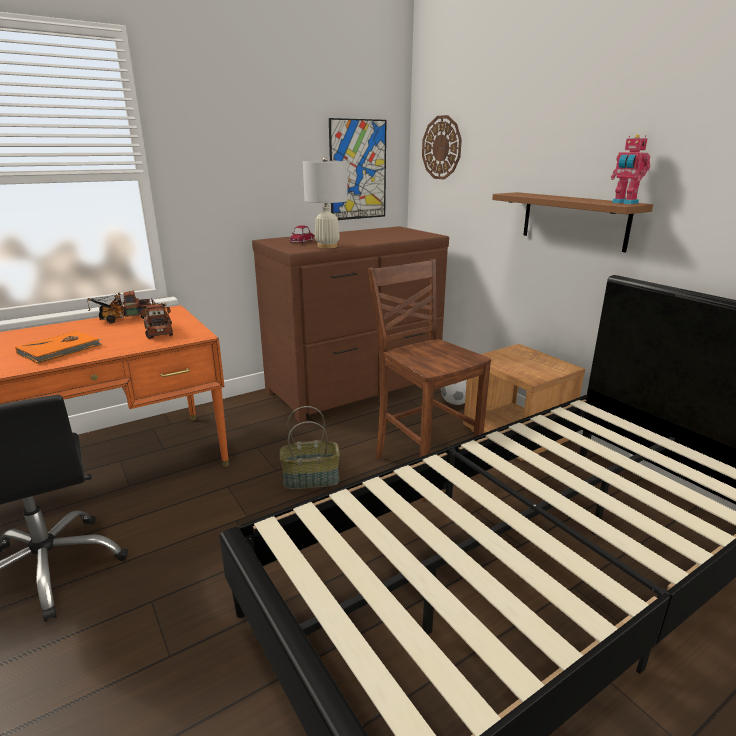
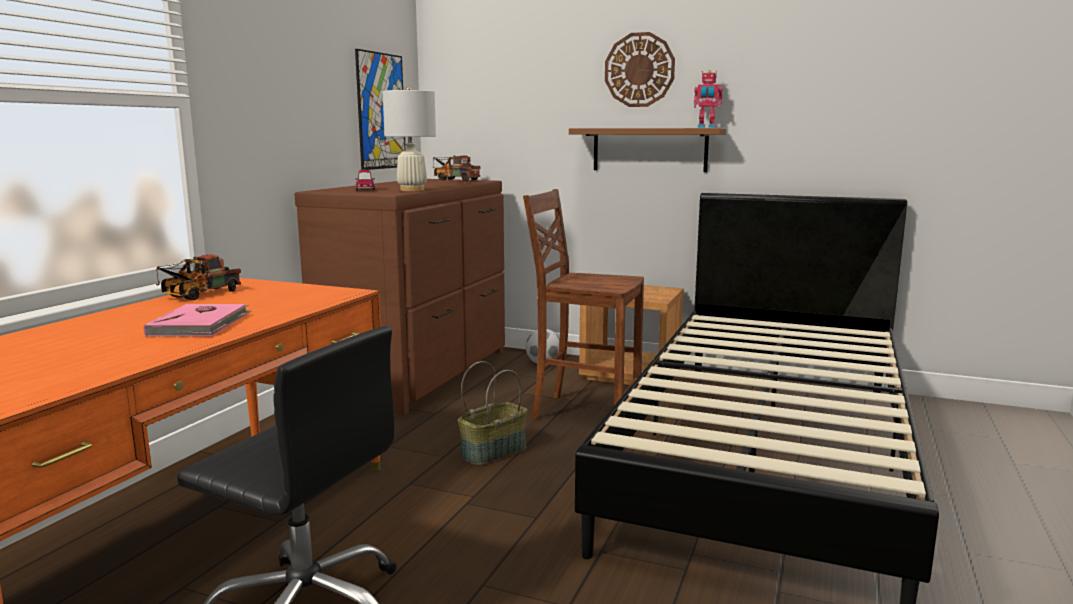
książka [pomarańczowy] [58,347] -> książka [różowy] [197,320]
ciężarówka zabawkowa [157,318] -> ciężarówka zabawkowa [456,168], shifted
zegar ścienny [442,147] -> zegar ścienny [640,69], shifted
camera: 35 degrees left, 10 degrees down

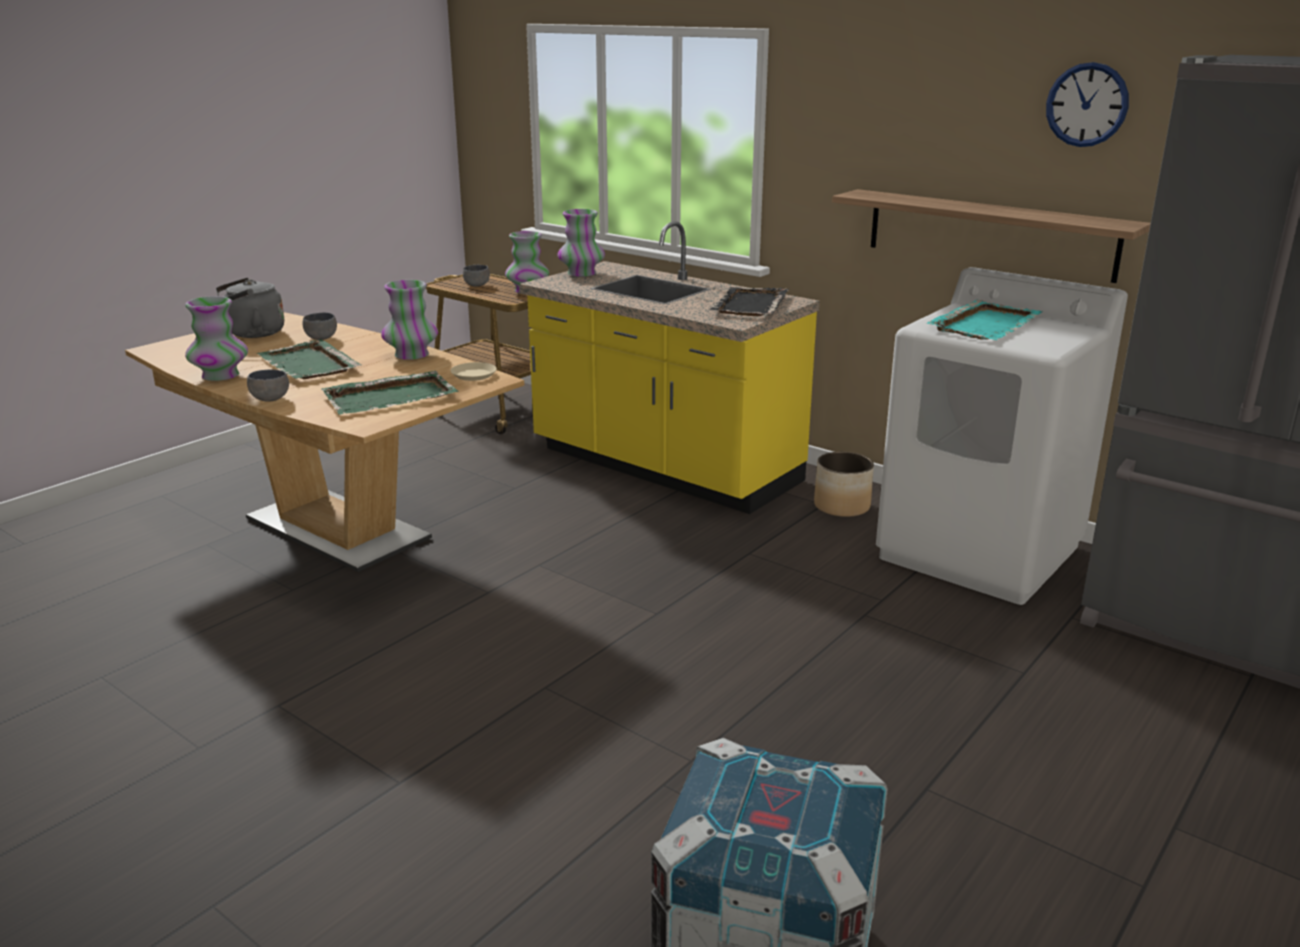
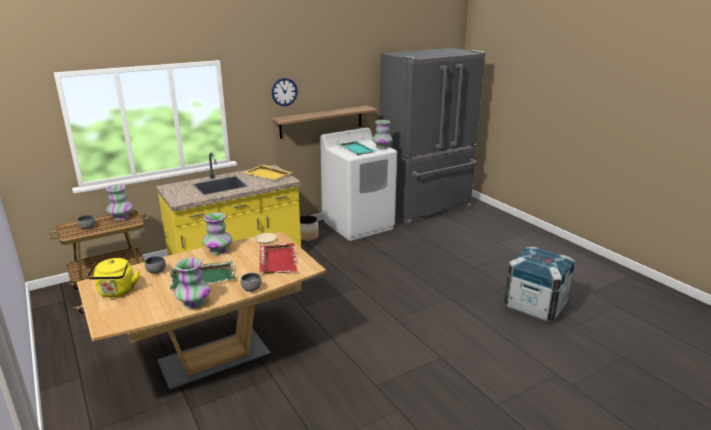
czajnik [szary] [250,308] -> czajnik [żółty] [113,278]
taca [zielony] [390,393] -> taca [czerwony] [278,258]
wazon [581,243] -> wazon [382,134], shifted
taca [czarny] [749,301] -> taca [żółty] [268,172]
zegar ścienny [1087,104] -> zegar ścienny [285,92], shifted
camera: 70 degrees left, 0 degrees up

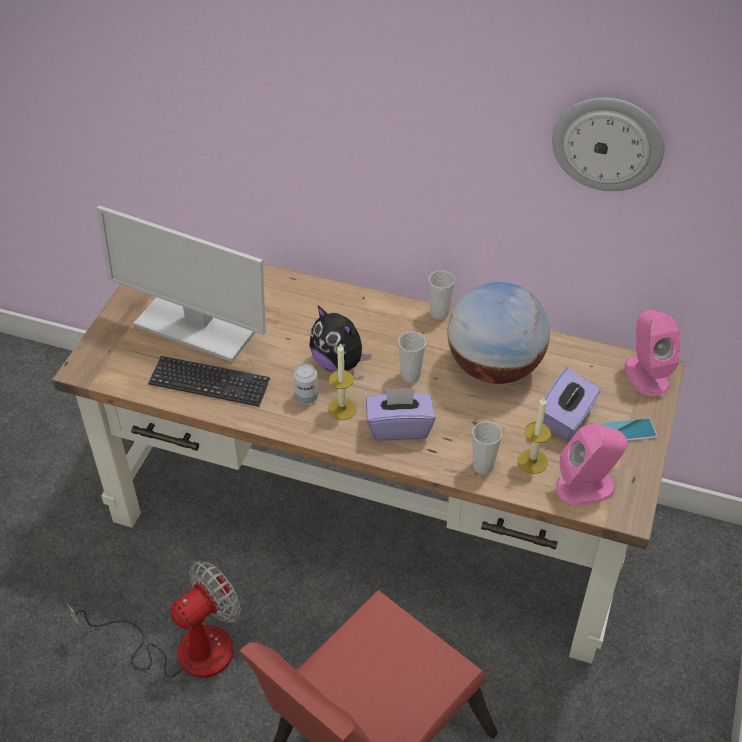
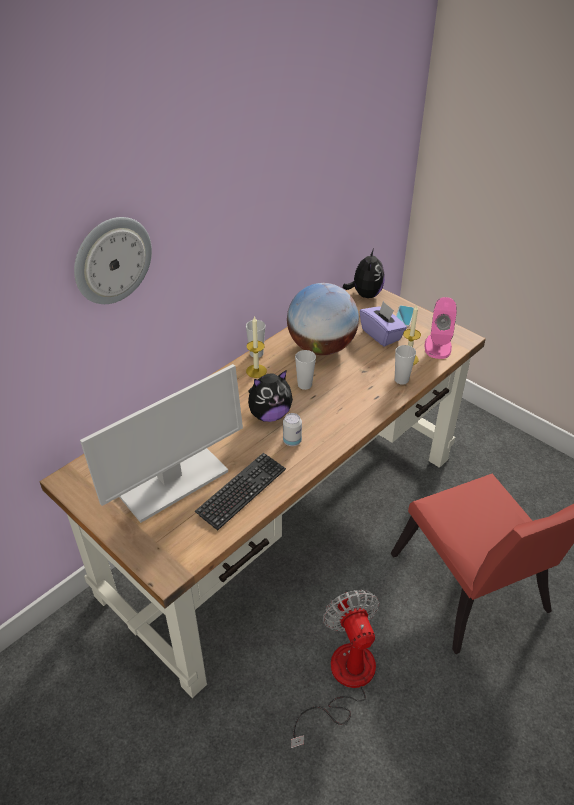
świeca [342,381] -> świeca [256,347], shifted
pudełko chusteczek [fioletowy] [400,414] -> none
zegar ścienny [608,144] -> zegar ścienny [113,260], shifted
głośnik [różowy] [652,353] -> pluszak [364,273]
camera: 65 degrees left, 5 degrees down

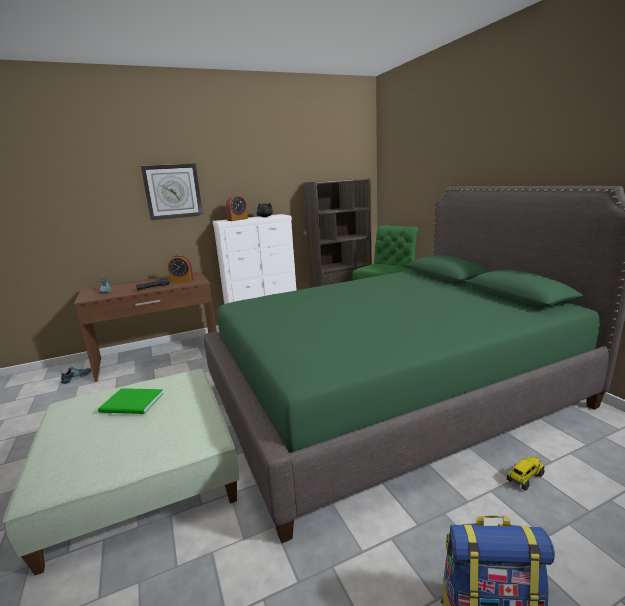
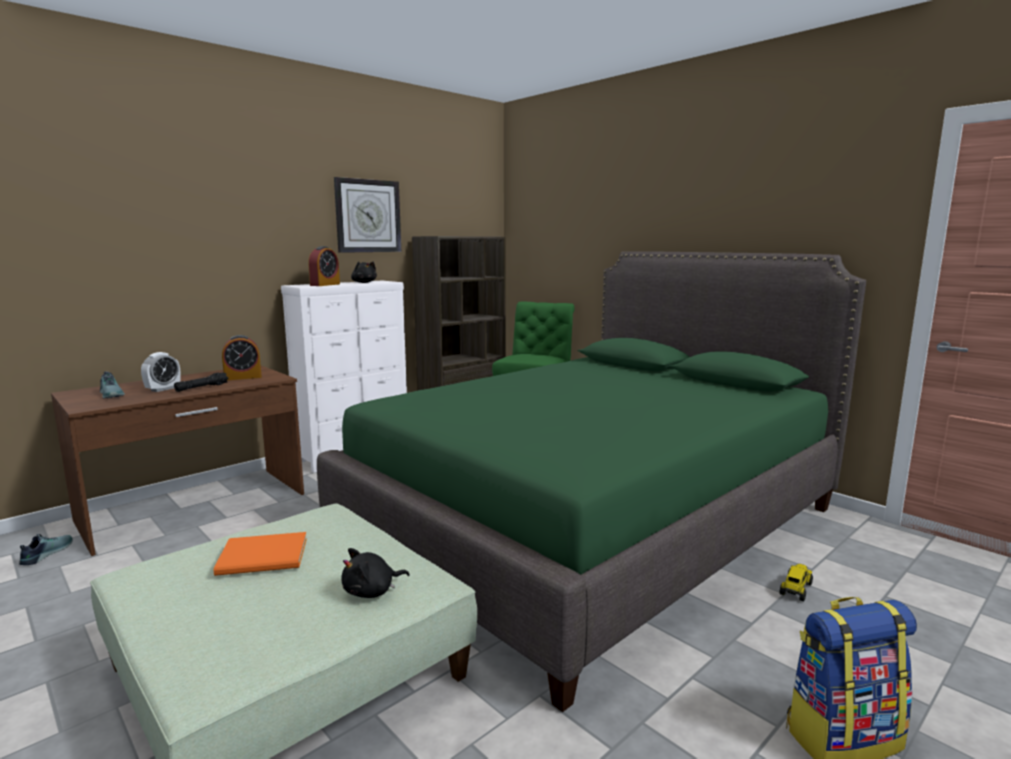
książka [zielony] [131,401] -> książka [pomarańczowy] [260,554]
zegar ścienny [172,192] -> zegar ścienny [367,215], shifted
none -> budzik [161,372]
none -> pluszak [czarny] [375,573]
camera: 20 degrees left, 5 degrees down

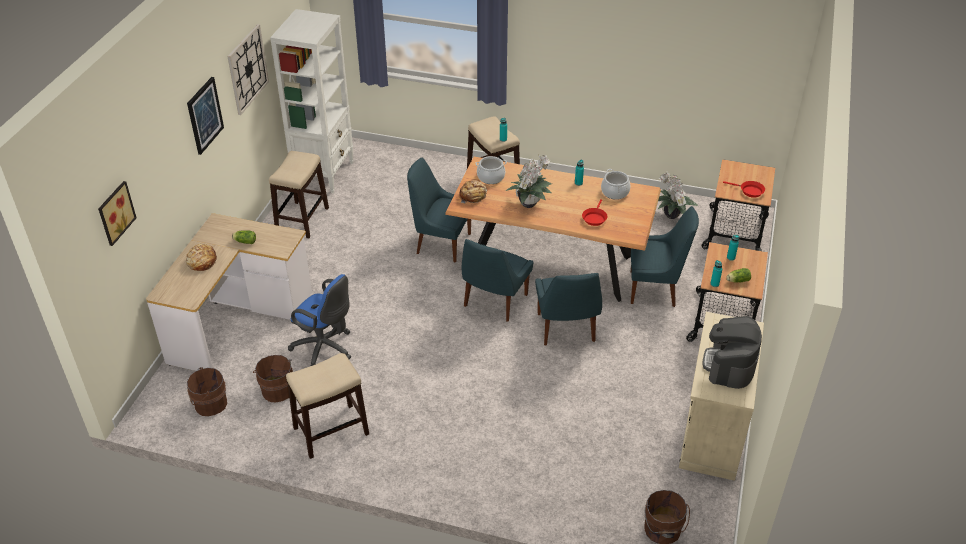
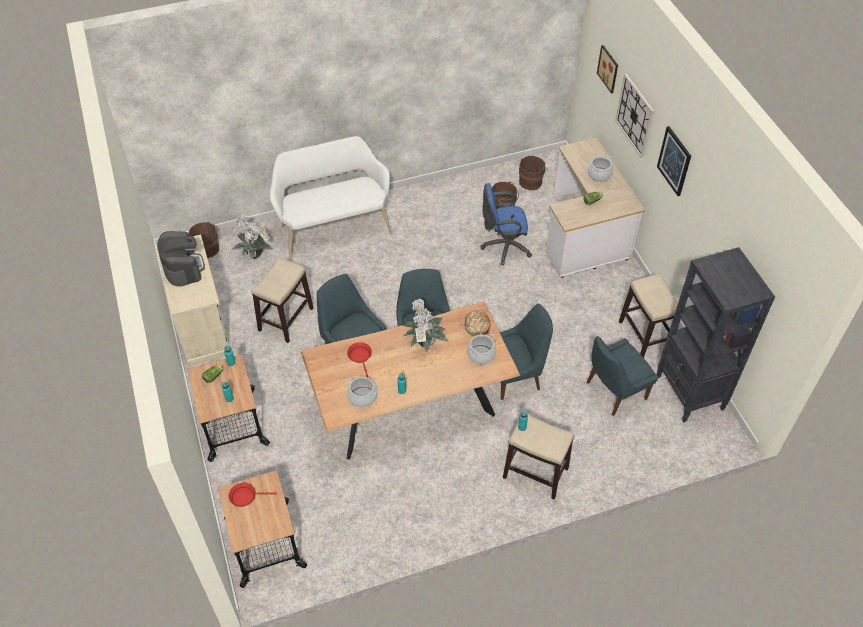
chleb [201,257] -> garnek [600,168]
zegar ścienny [248,69] -> zegar ścienny [634,116], shifted
regał [biały] [312,101] -> regał [czarny] [716,335]
stołek [327,406] -> stołek [282,300], shifted
krzesło [niebieski] [665,256] -> krzesło [niebieski] [622,376], shifted
roślina doniczkowa [678,195] -> roślina doniczkowa [252,237], shifted
none -> ławka [biały] [331,198]
camera: 145 degrees right, 10 degrees up

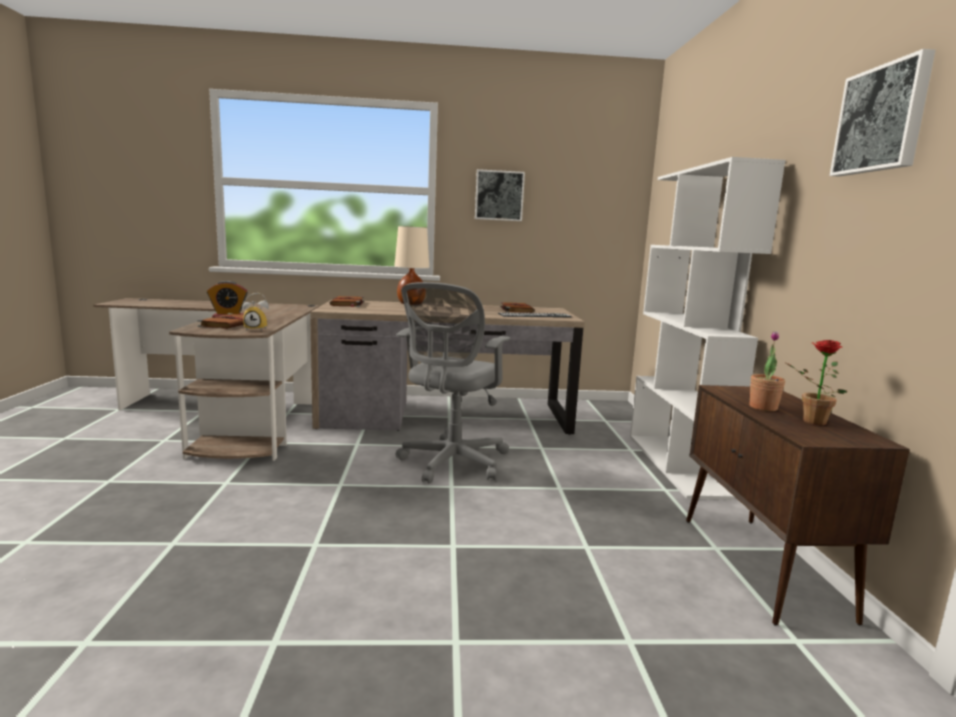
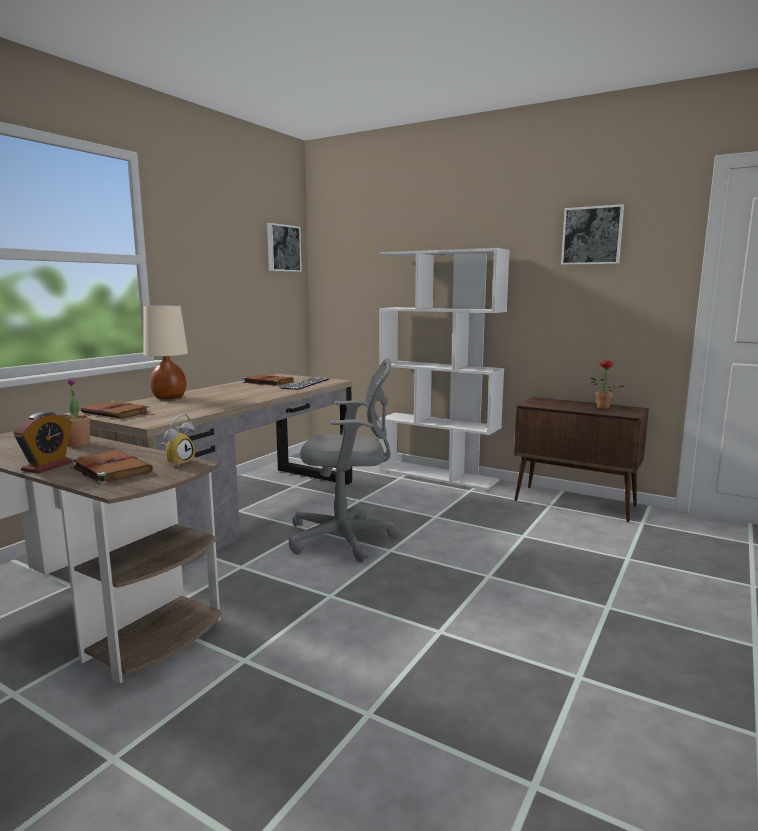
krzesło biurowe [szary] [452,383] -> krzesło biurowe [szary] [344,460], 60 degrees counterclockwise
obraz [500,195] -> obraz [284,247], shifted
roślina doniczkowa [767,371] -> roślina doniczkowa [78,412], shifted
camera: 55 degrees left, 0 degrees up

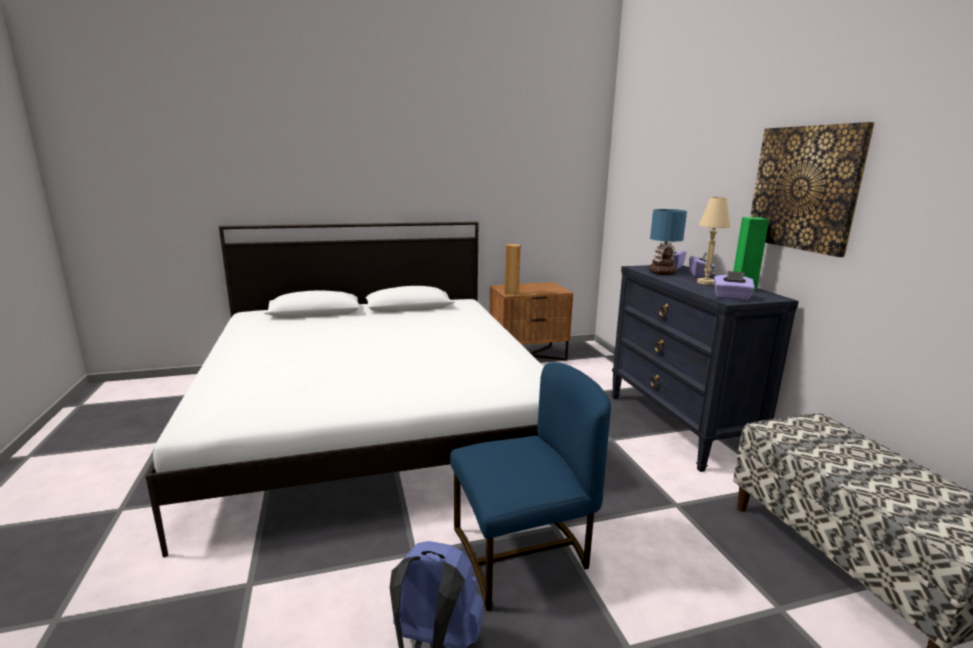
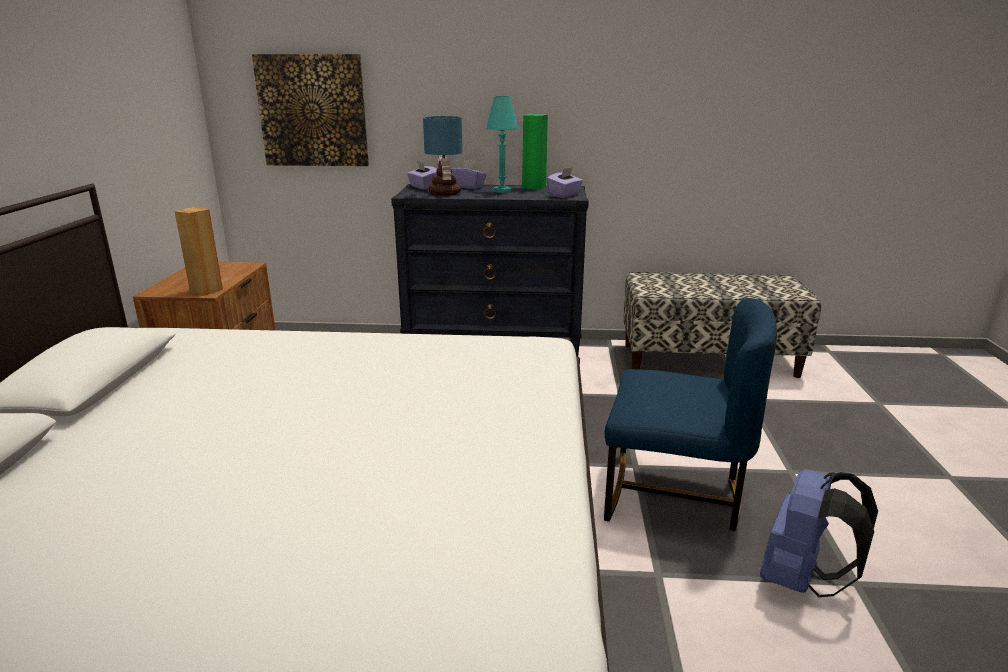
krzesło [niebieski] [530,486] -> krzesło [niebieski] [690,414], 105 degrees clockwise
lampa stołowa [beżowy] [714,241] -> lampa stołowa [turkusowy] [502,144]
obraz [812,189] -> obraz [310,110], shifted
camera: 70 degrees left, 5 degrees up

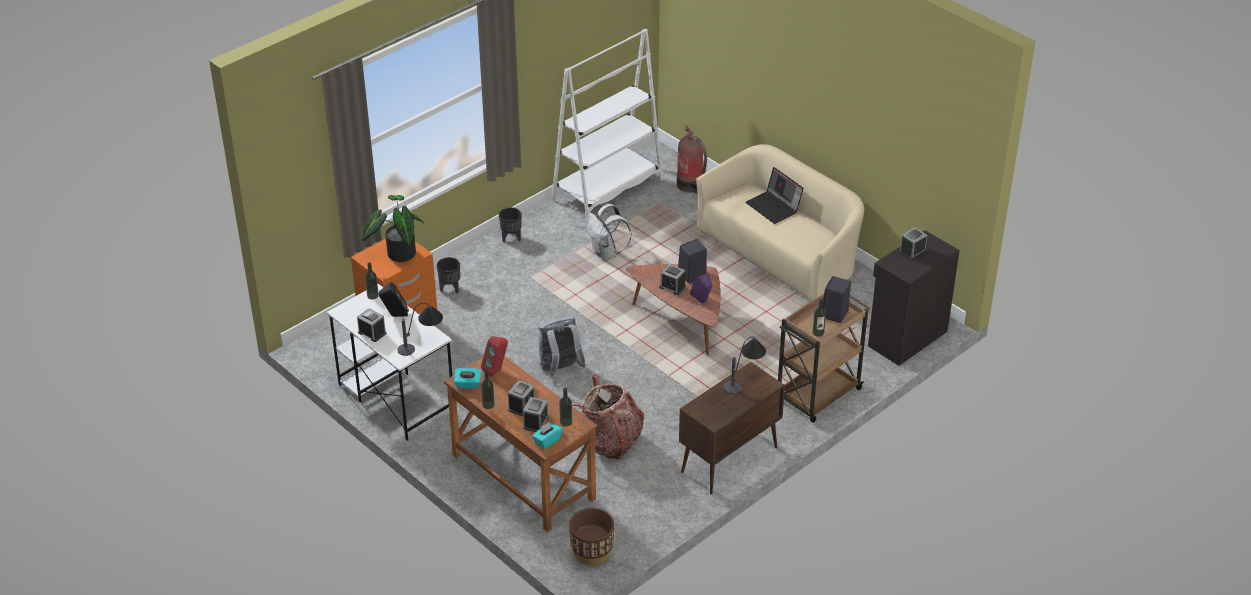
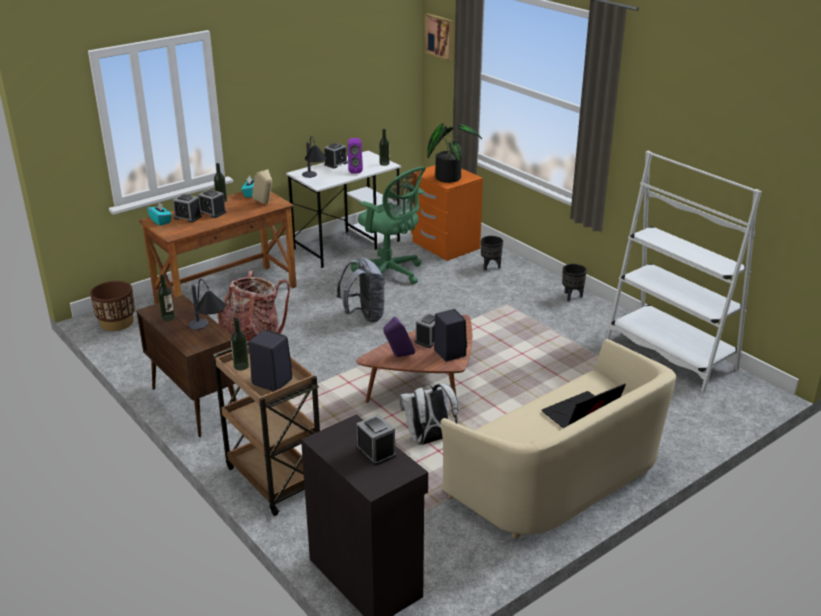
głośnik [czarny] [394,300] -> głośnik [fioletowy] [355,155]
głośnik [czerwony] [494,356] -> głośnik [beżowy] [262,187]
butelka [565,407] -> butelka [166,297], shifted
plecak [biały] [609,232] -> plecak [biały] [428,414], shifted
gaśnica [692,159] -> none
none -> krzesło biurowe [zielony] [388,225]
none -> obraz [439,37]
camera: 95 degrees right, 10 degrees down

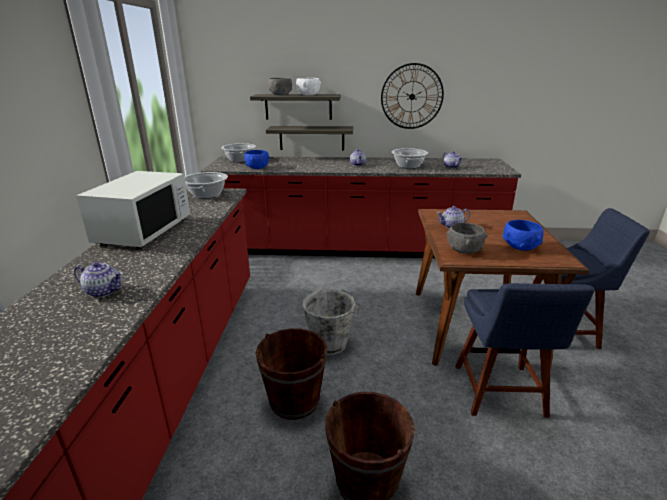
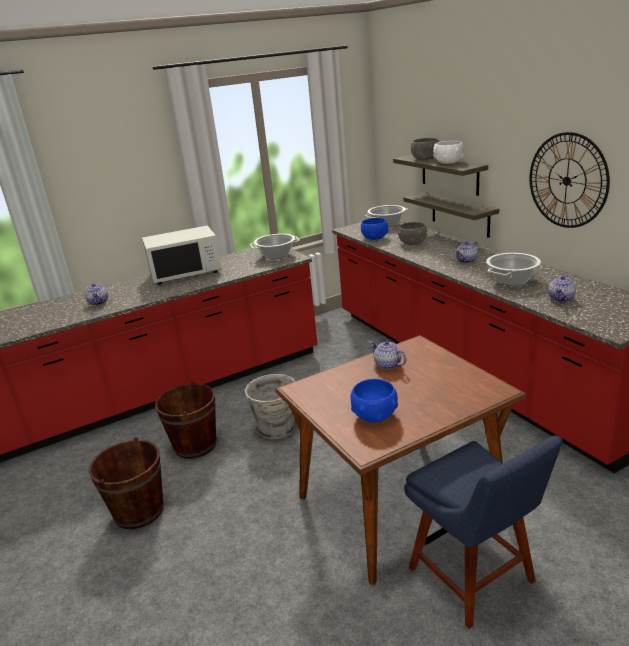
miska [szary] [466,238] -> miska [szary] [412,233], shifted
krzesło [niebieski] [525,350] -> none
camera: 60 degrees right, 0 degrees up

